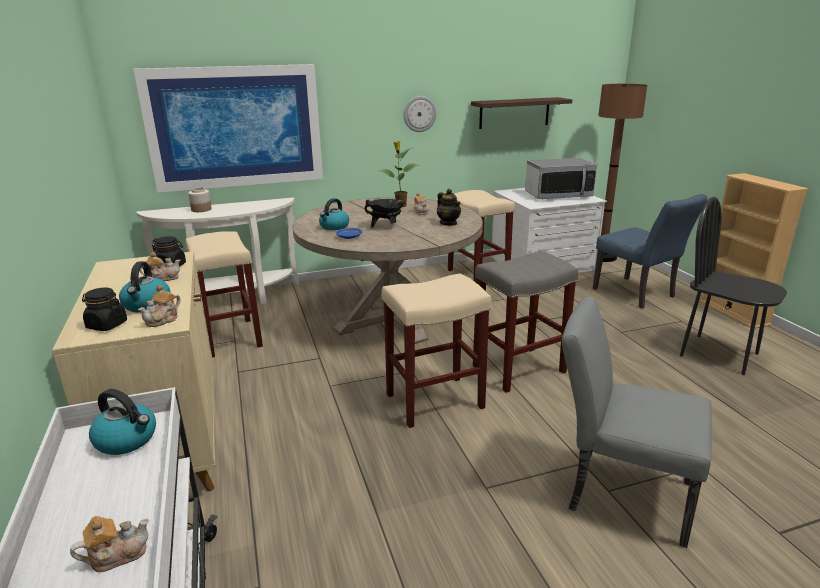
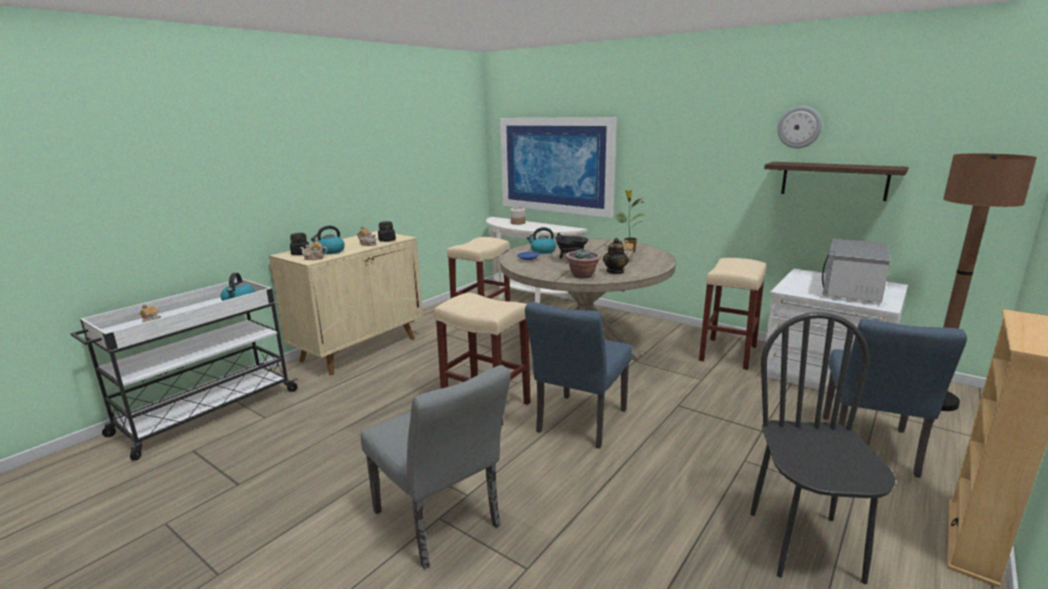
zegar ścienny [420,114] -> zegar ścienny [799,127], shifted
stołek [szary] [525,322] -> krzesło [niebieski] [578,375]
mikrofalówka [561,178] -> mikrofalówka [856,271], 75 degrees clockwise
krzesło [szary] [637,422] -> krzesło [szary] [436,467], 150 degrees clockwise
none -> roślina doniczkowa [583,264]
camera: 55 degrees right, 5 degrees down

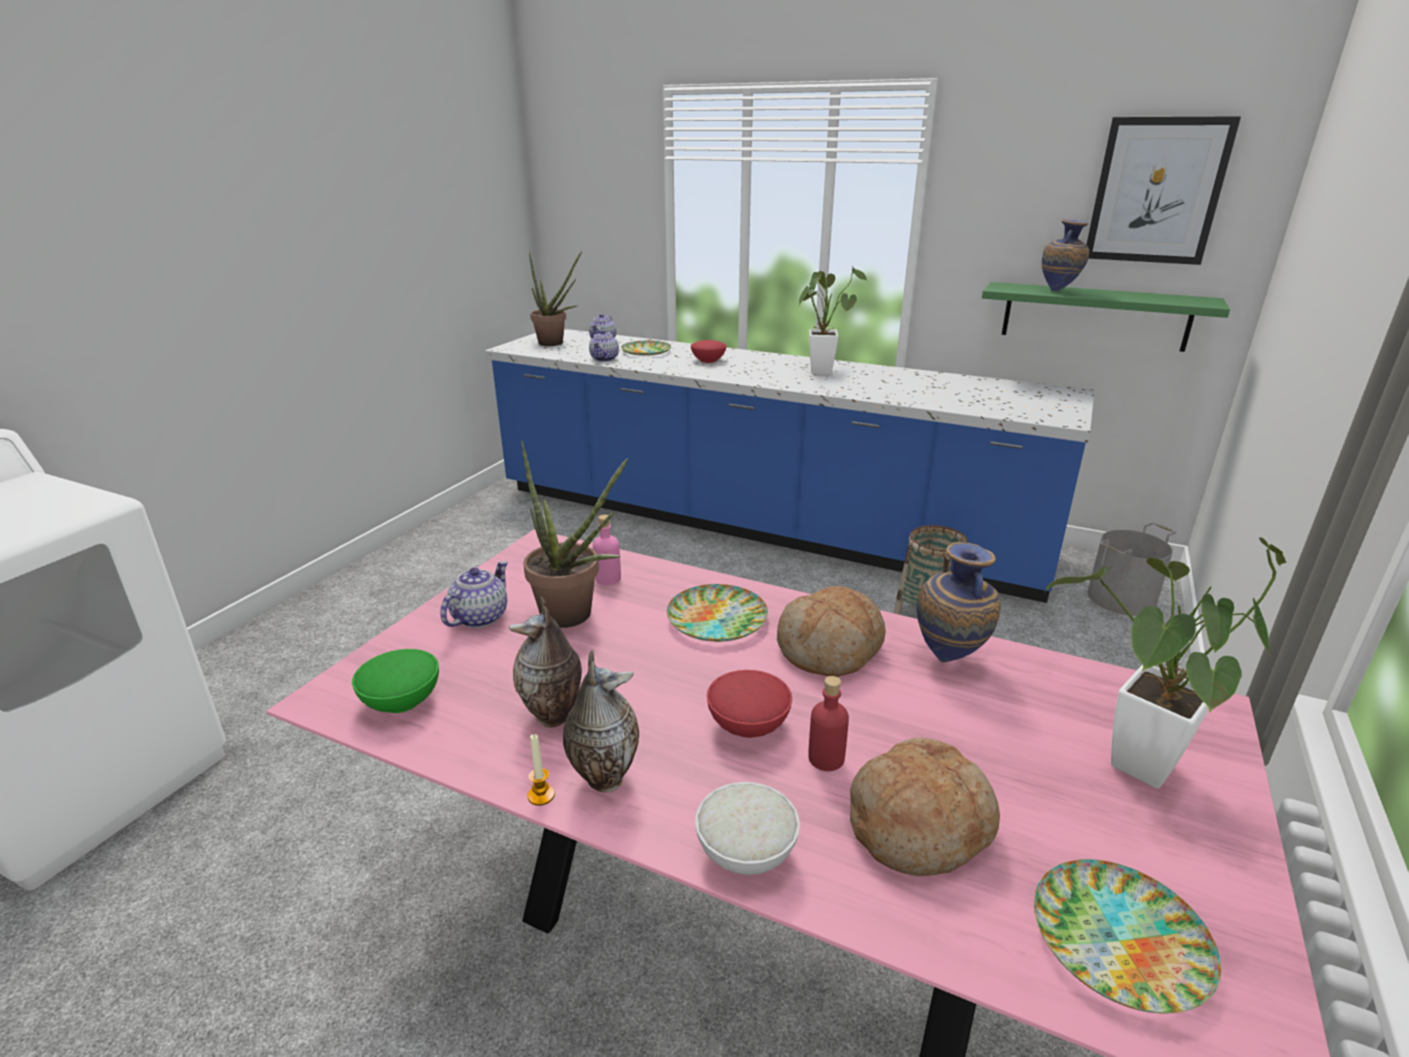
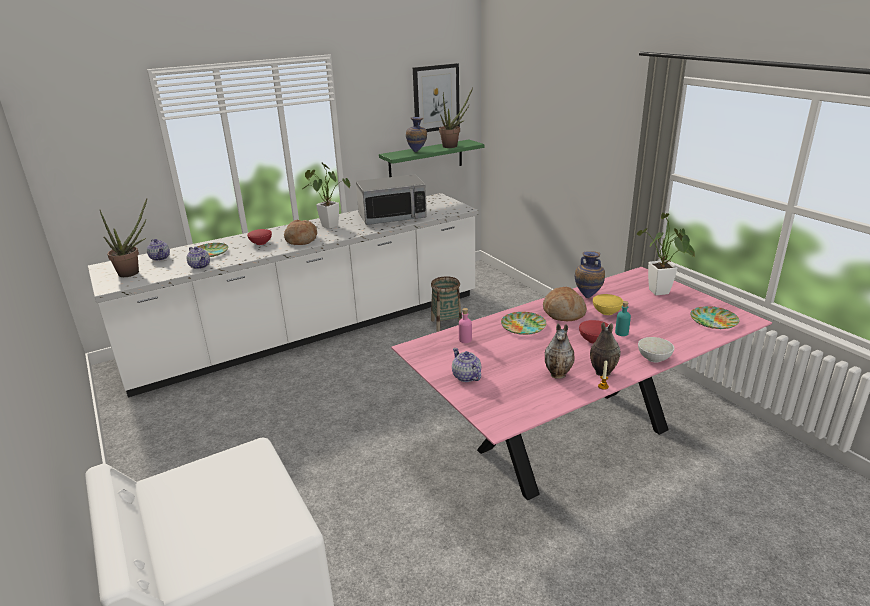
miska [zielony] [395,681] -> none
zabudowa kuchenna [niebieski] [790,466] -> zabudowa kuchenna [biały] [283,295]
roślina doniczkowa [574,534] -> roślina doniczkowa [456,117], shifted
butelka [czerwony] [828,723] -> butelka [turkusowy] [623,318]
chleb [925,807] -> chleb [300,232], shifted
wiadro [szary] [1132,569] -> none
none -> mikrofalówka [391,200]
none -> miska [żółty] [608,304]
camera: 55 degrees left, 0 degrees up

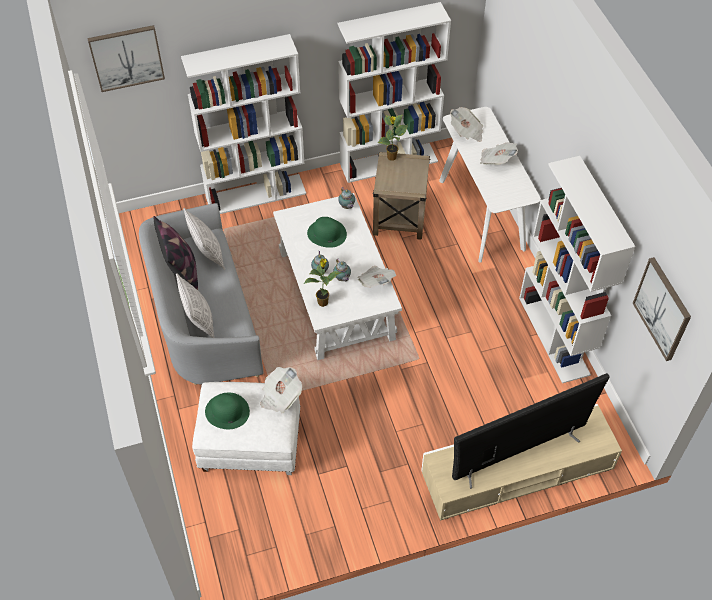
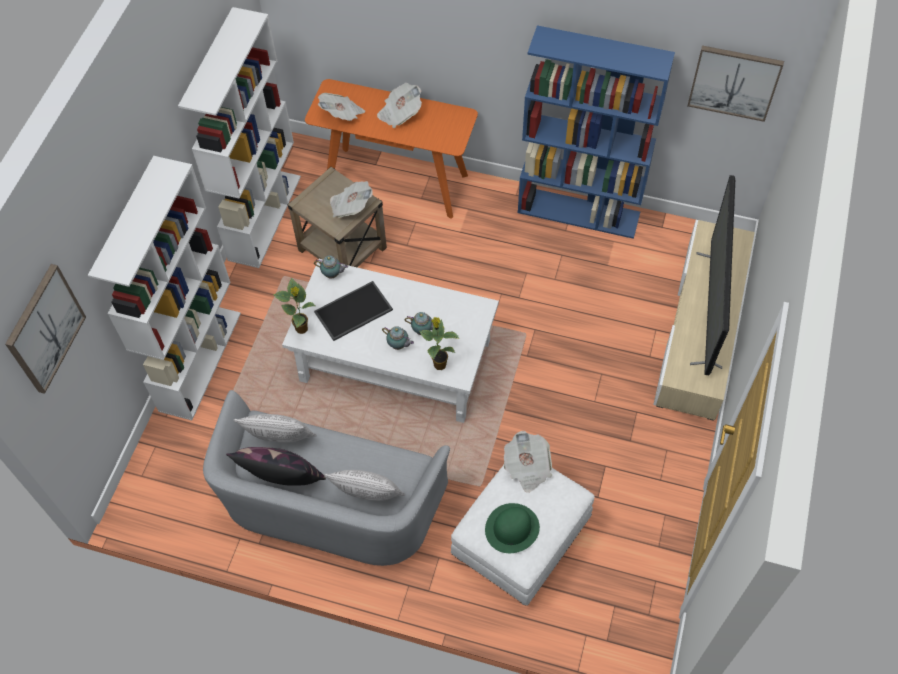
kapelusz [zielony] [327,232] -> taca [353,311]
gazeta [376,276] -> gazeta [351,199], shifted
roślina doniczkowa [393,137] -> roślina doniczkowa [294,306], shifted
stolik konsolowy [biały] [490,185] -> stolik konsolowy [pomarańczowy] [391,149]
regał [biały] [577,269] -> regał [niebieski] [596,132]
camera: 55 degrees left, 5 degrees up

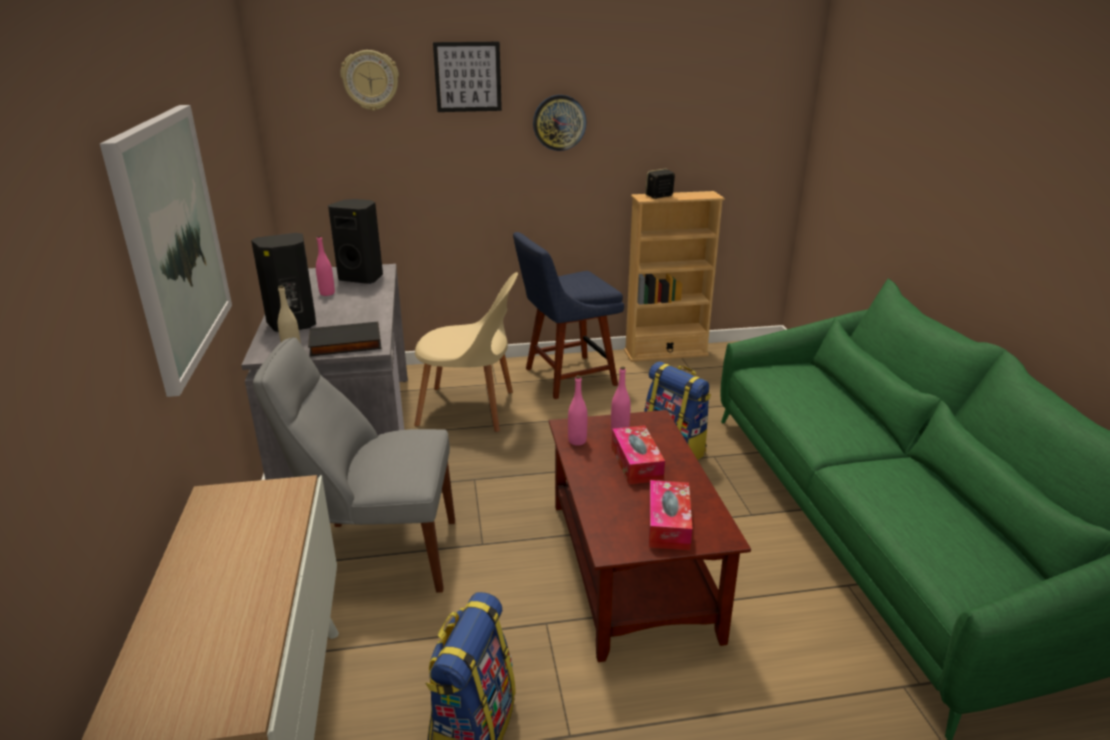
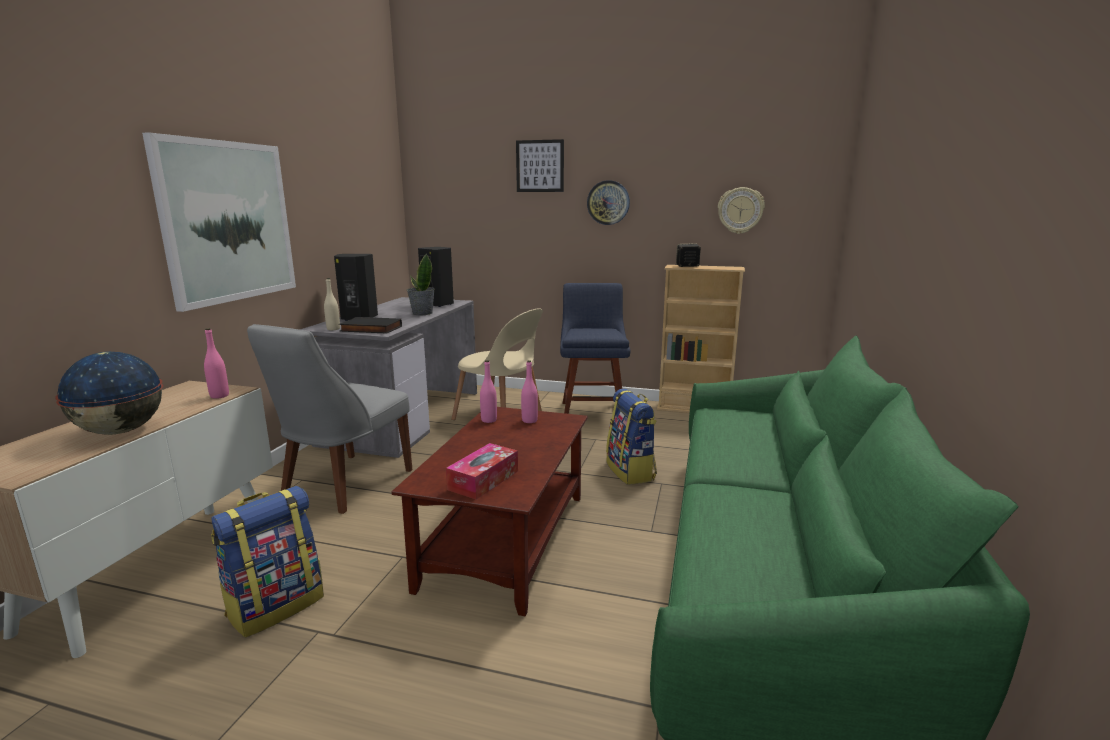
krzesło [szary] [354,465] -> krzesło [szary] [329,419], 90 degrees counterclockwise
butelka [różowy] [325,265] -> butelka [różowy] [216,363], shifted
zegar ścienny [370,80] -> zegar ścienny [741,210], shifted
krzesło [niebieski] [568,315] -> krzesło [niebieski] [595,348], 90 degrees clockwise
pudełko chusteczek [638,455] -> none
none -> globus [109,393]
none -> roślina doniczkowa [421,284]
camera: 25 degrees right, 10 degrees down

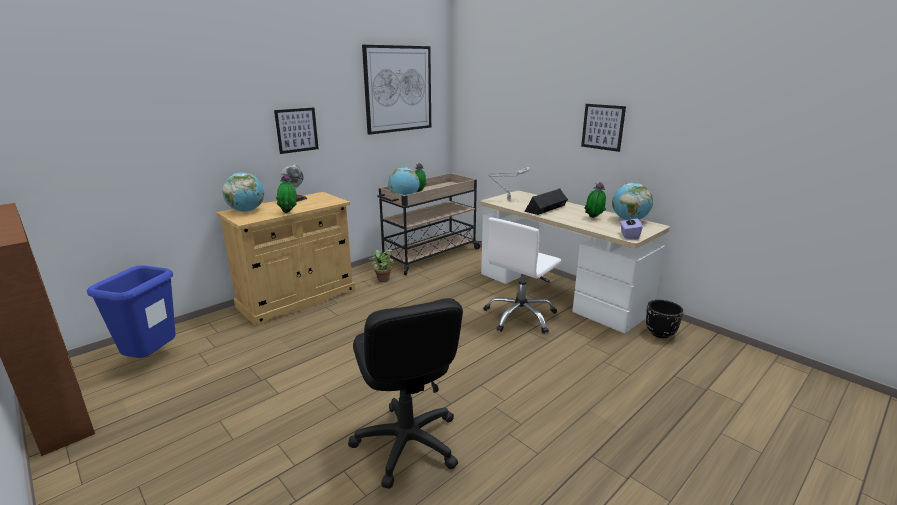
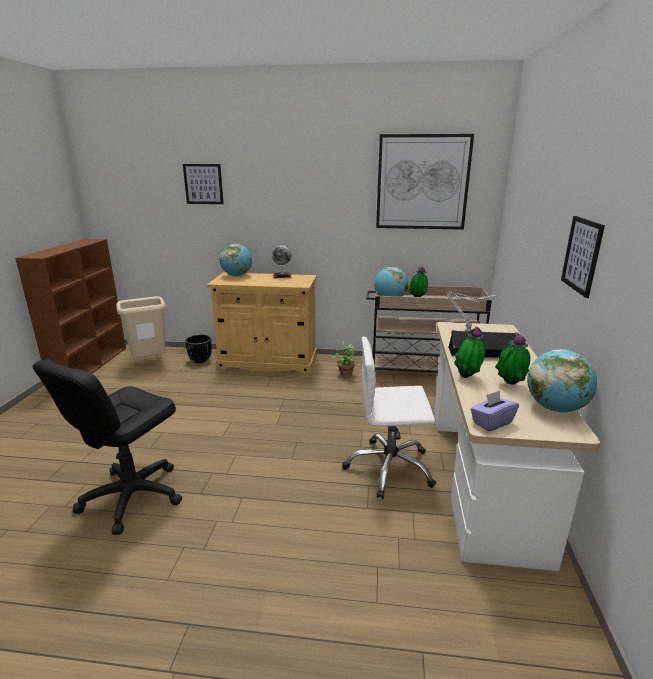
kosz na śmieci [niebieski] [131,311] -> kosz na śmieci [beżowy] [141,327]
obraz [296,131] -> obraz [203,184], shifted
roślina doniczkowa [286,193] -> roślina doniczkowa [469,352], shifted
donica [czarny] [665,319] -> donica [czarny] [198,349], shifted
camera: 50 degrees right, 0 degrees up

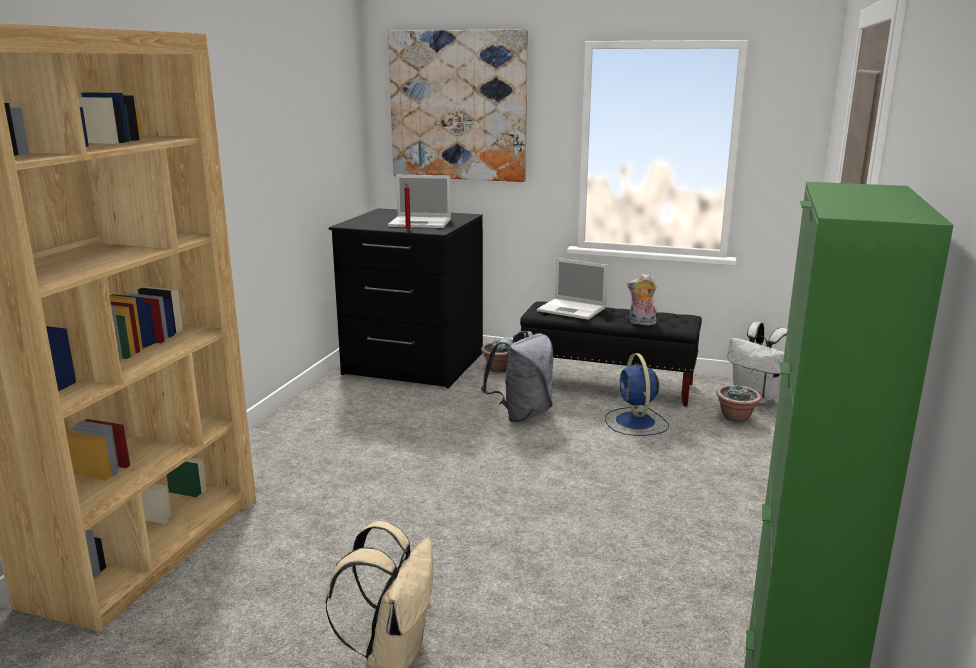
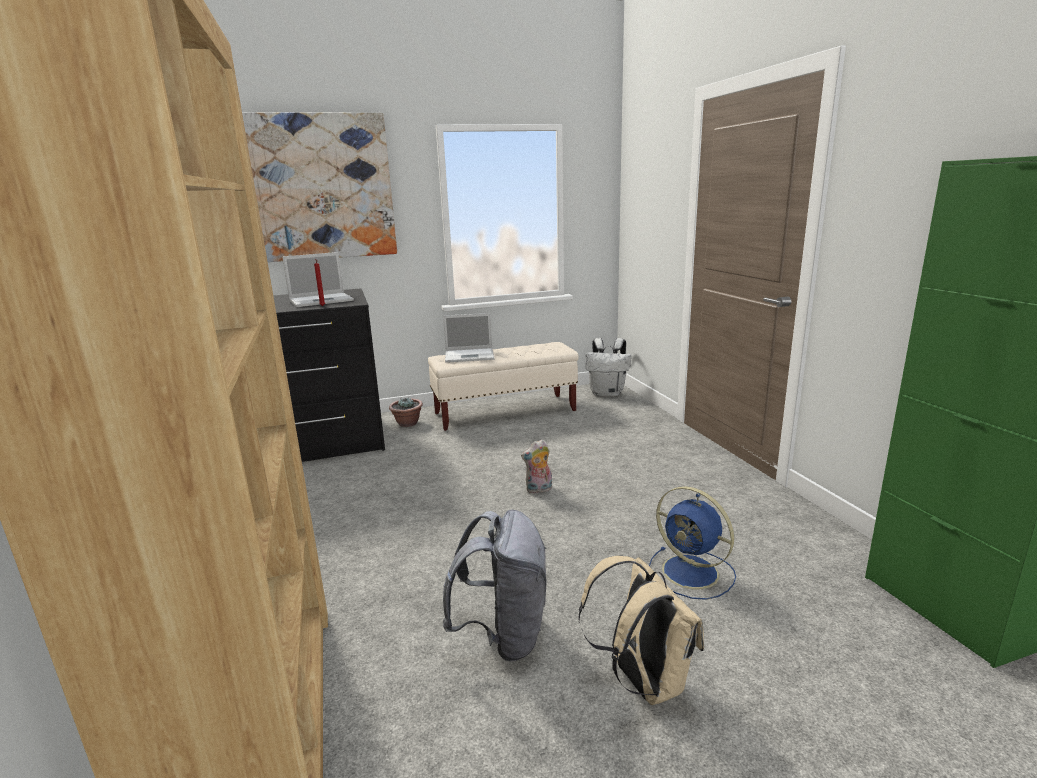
plecak [szary] [517,377] -> plecak [szary] [494,585], shifted
ławka [czarny] [611,354] -> ławka [beżowy] [503,386]
wentylator [niebieski] [637,394] -> wentylator [niebieski] [692,543], shifted
pluszak [642,299] -> pluszak [536,466], shifted
roślina doniczkowa [738,403] -> none
camera: 35 degrees left, 0 degrees up

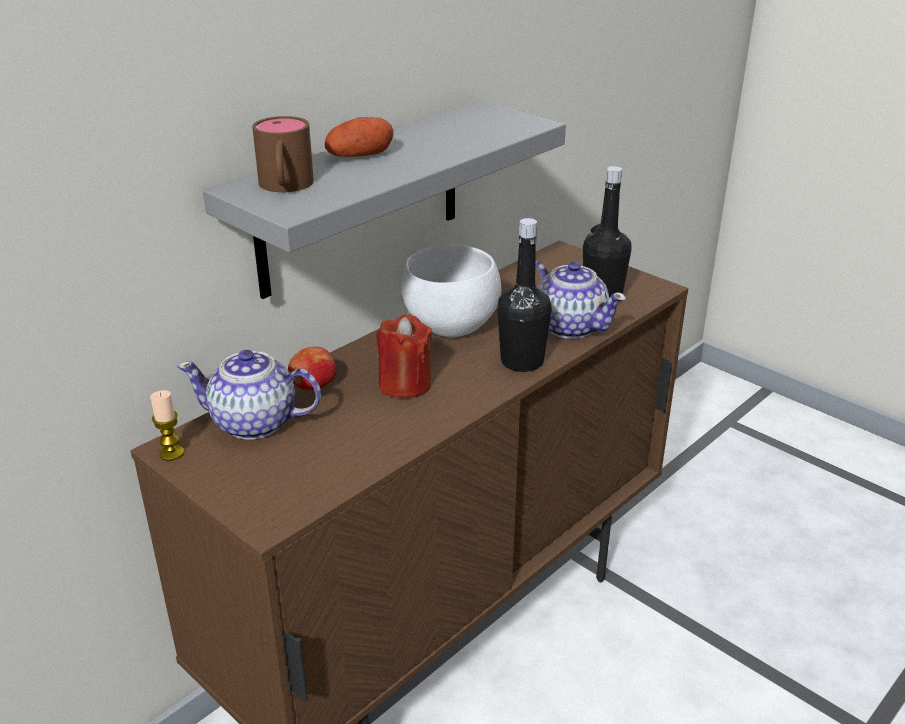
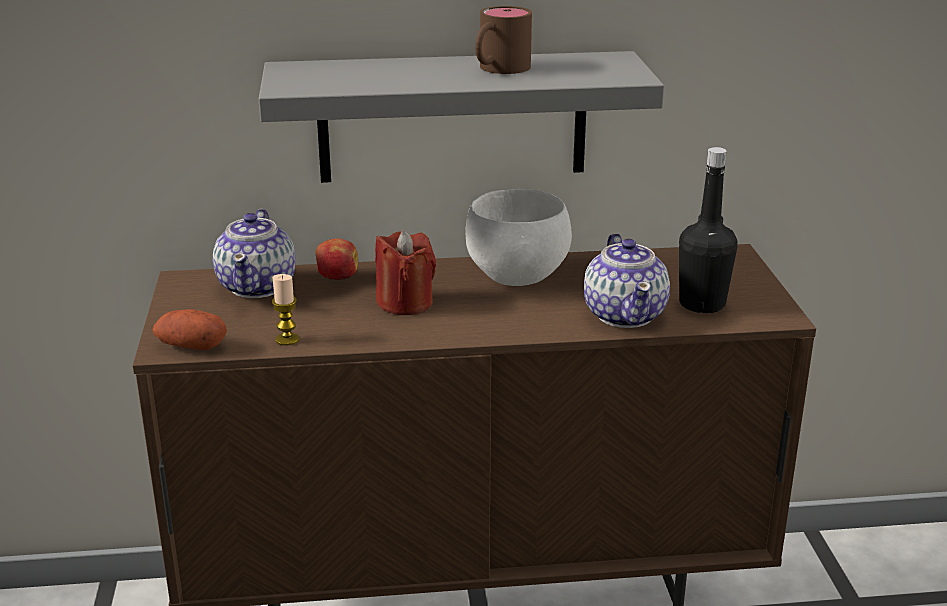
świeca [167,425] -> świeca [285,310], shifted
imbryk [249,394] -> imbryk [254,253], 135 degrees counterclockwise
kubek [brązowy] [283,154] -> kubek [brązowy] [503,40], shifted
ziemniak [359,137] -> ziemniak [190,329], shifted
butelka [czarny] [524,295] -> none
camera: 40 degrees right, 5 degrees down

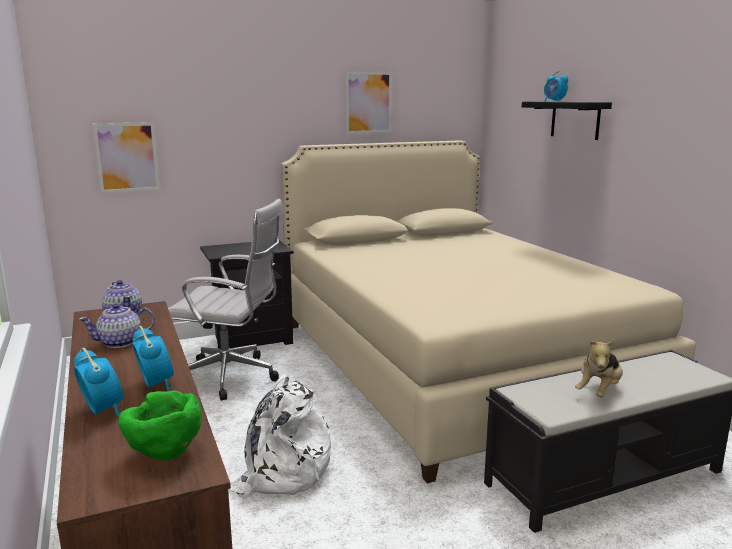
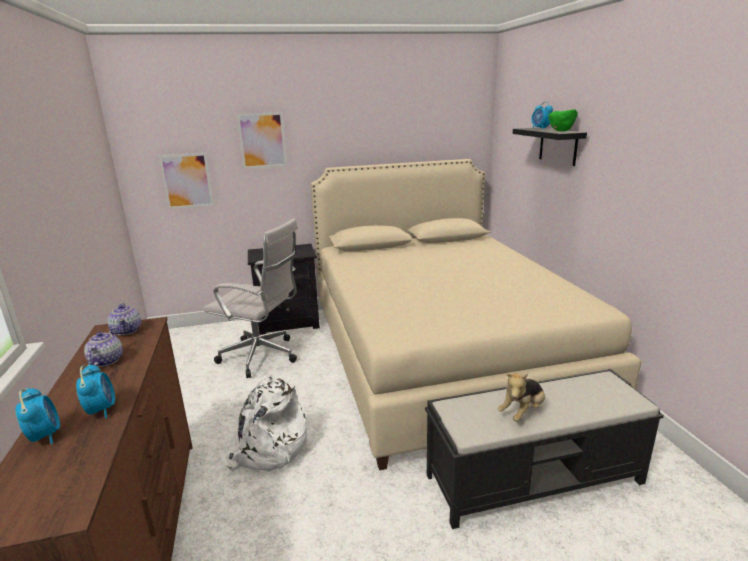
imbryk [116,325] -> imbryk [103,347], 105 degrees clockwise
miska [zielony] [160,425] -> miska [zielony] [563,120], shifted
obraz [368,102] -> obraz [262,140], shifted
camera: 10 degrees right, 5 degrees up

